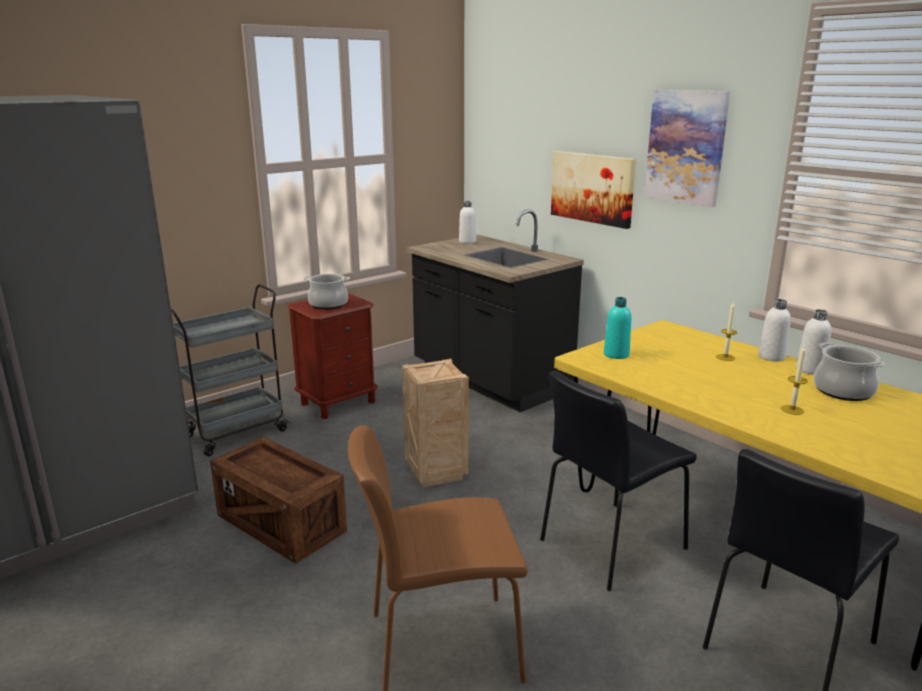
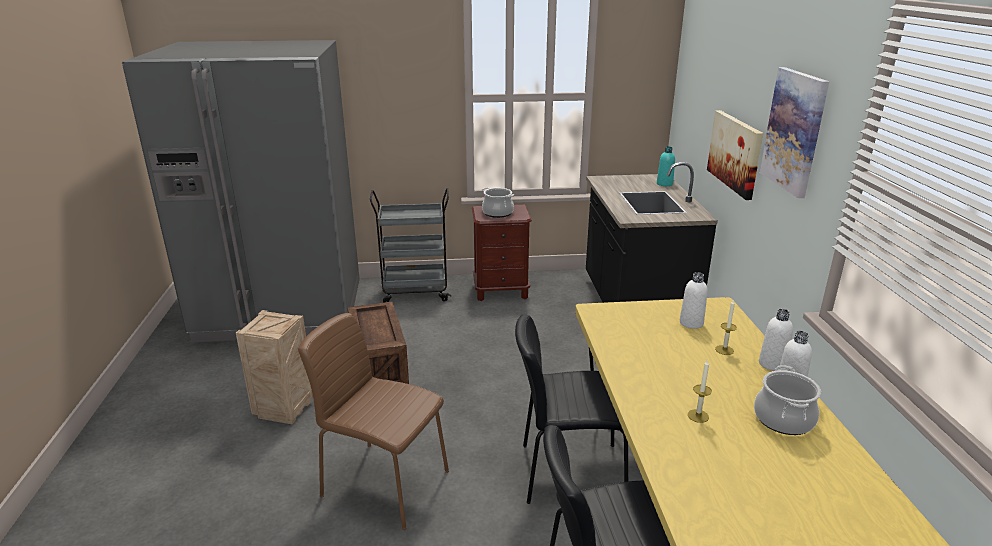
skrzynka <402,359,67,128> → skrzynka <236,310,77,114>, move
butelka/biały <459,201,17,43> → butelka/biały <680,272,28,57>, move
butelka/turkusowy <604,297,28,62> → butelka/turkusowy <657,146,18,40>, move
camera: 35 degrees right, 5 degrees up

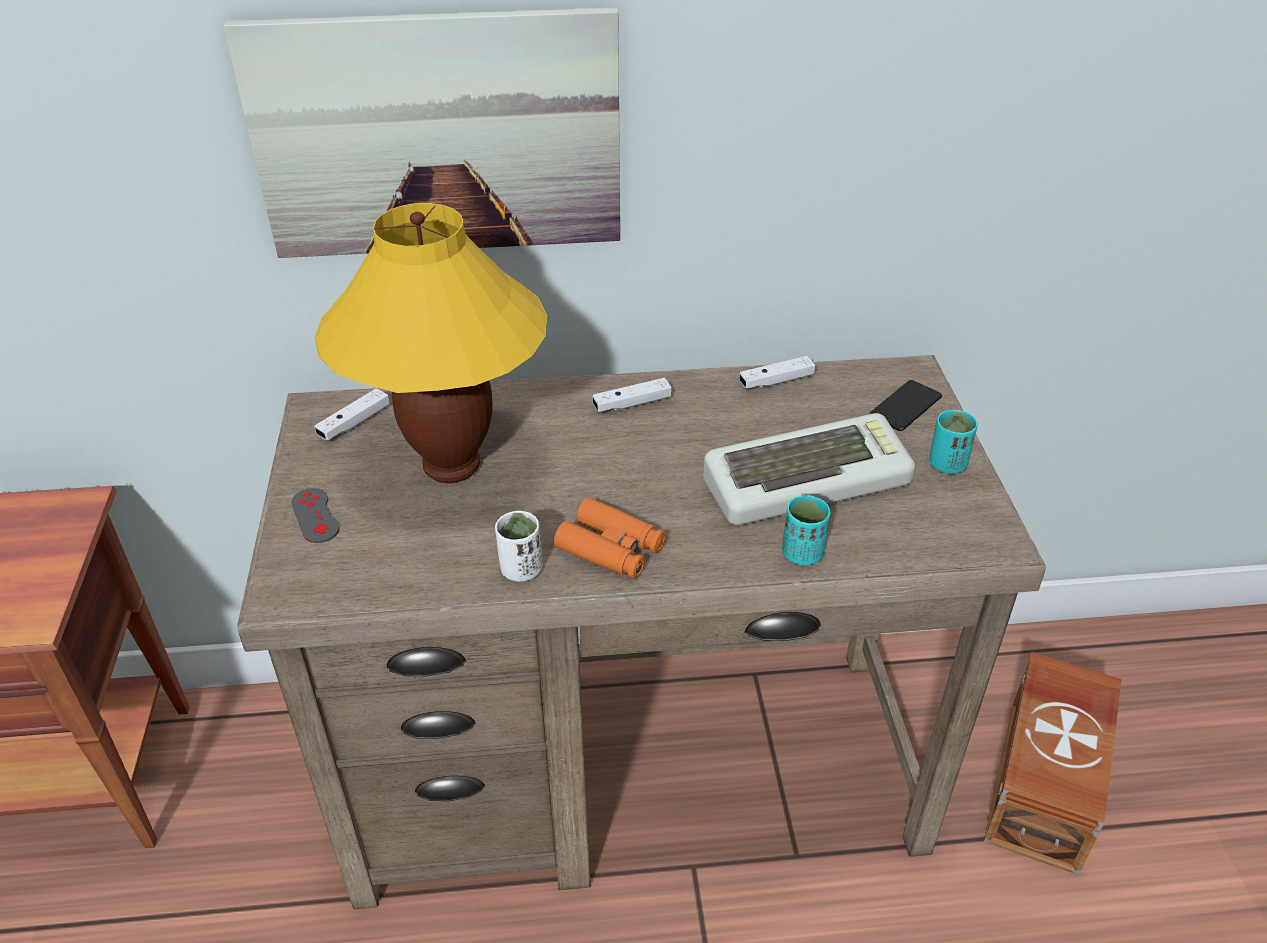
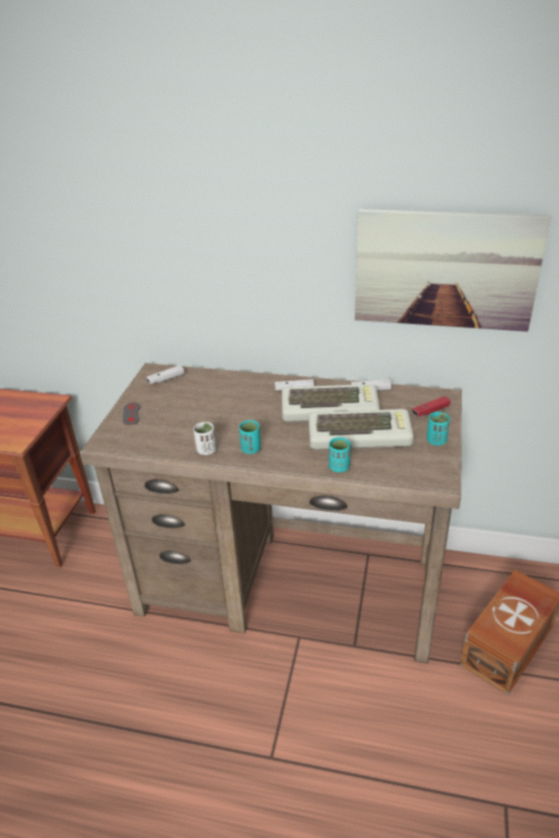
lampa stołowa/żółty <315,203,232,280> → -
- → klawiatura <282,384,98,38>
obraz <223,7,397,251> → obraz <355,209,196,123>, move
lornetka/pomarańczowy <554,498,112,81> → filiżanka/turkusowy <239,420,22,34>
telefon <869,380,73,51> → pad do gier/czerwony <412,396,39,21>
camera: 20 degrees right, 5 degrees down

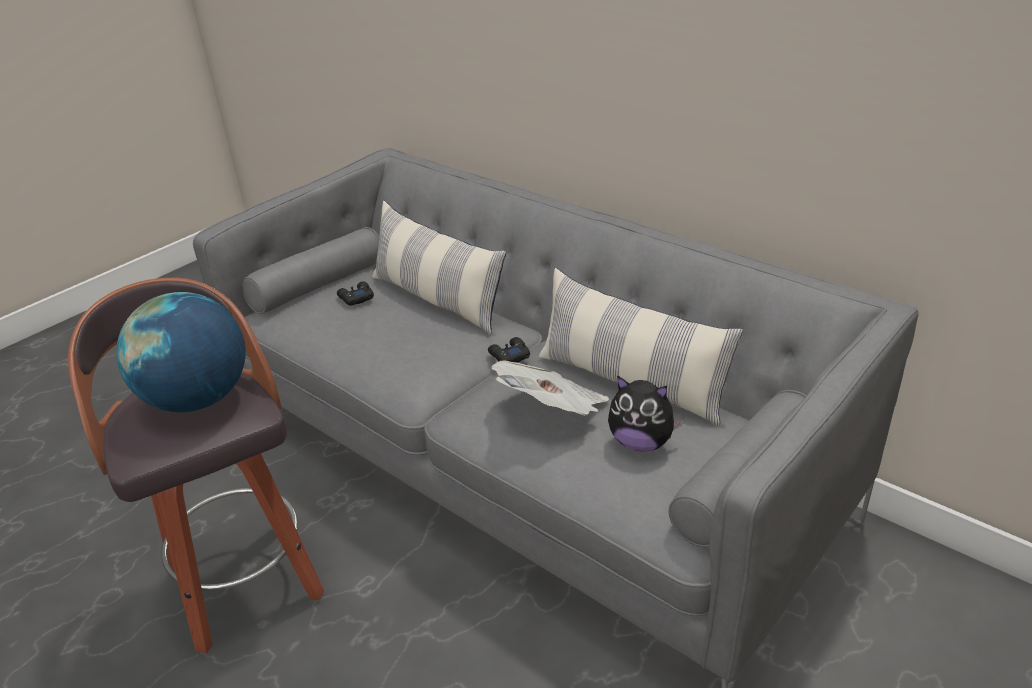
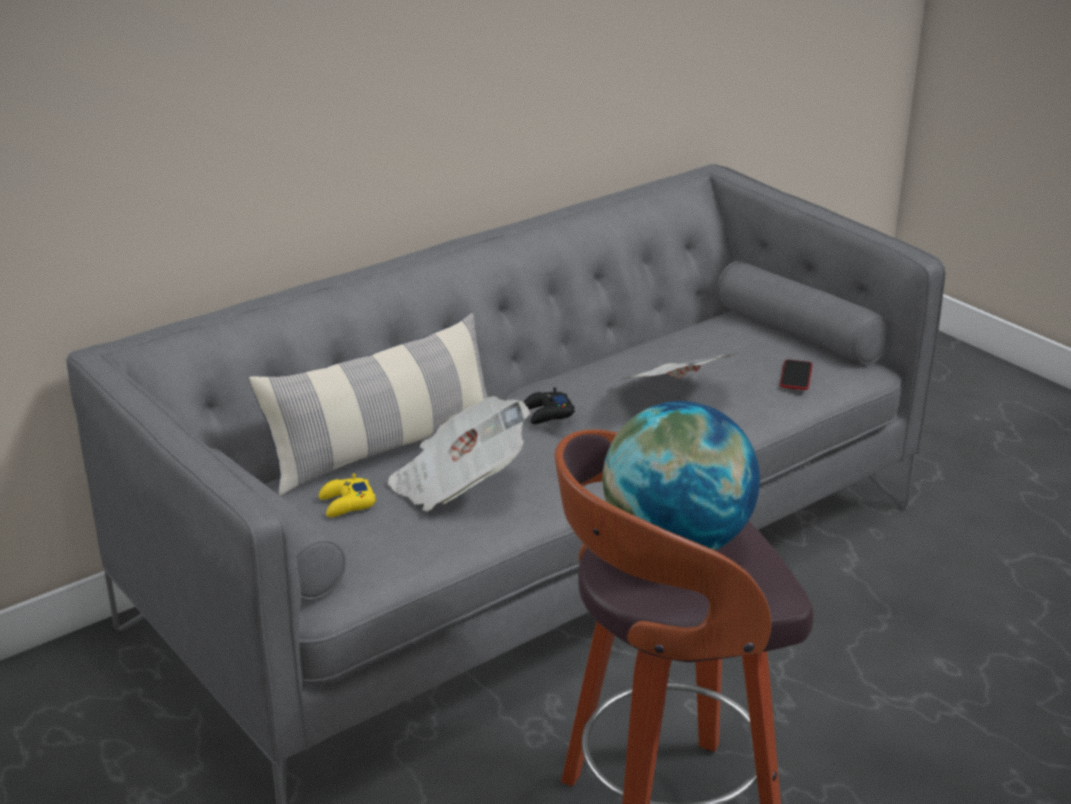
poduszka <539,268,204,158> → -
pluszak <608,375,76,77> → -
- → gazeta <388,396,142,115>
- → telefon <780,360,32,30>
pad do gier/czarny <337,281,37,25> → pad do gier/żółty <319,474,57,43>
camera: 80 degrees left, 5 degrees down

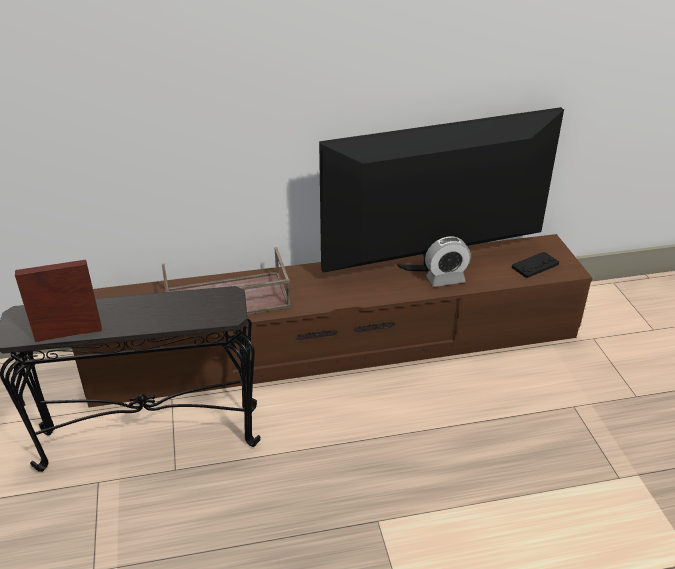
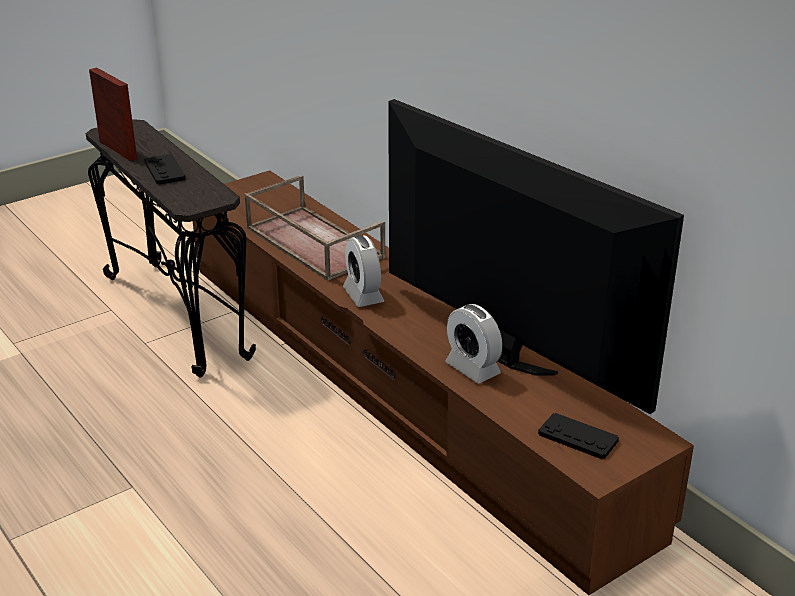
- → pad do gier/czarny <144,154,42,31>
- → budzik <343,235,41,72>
camera: 65 degrees right, 5 degrees down

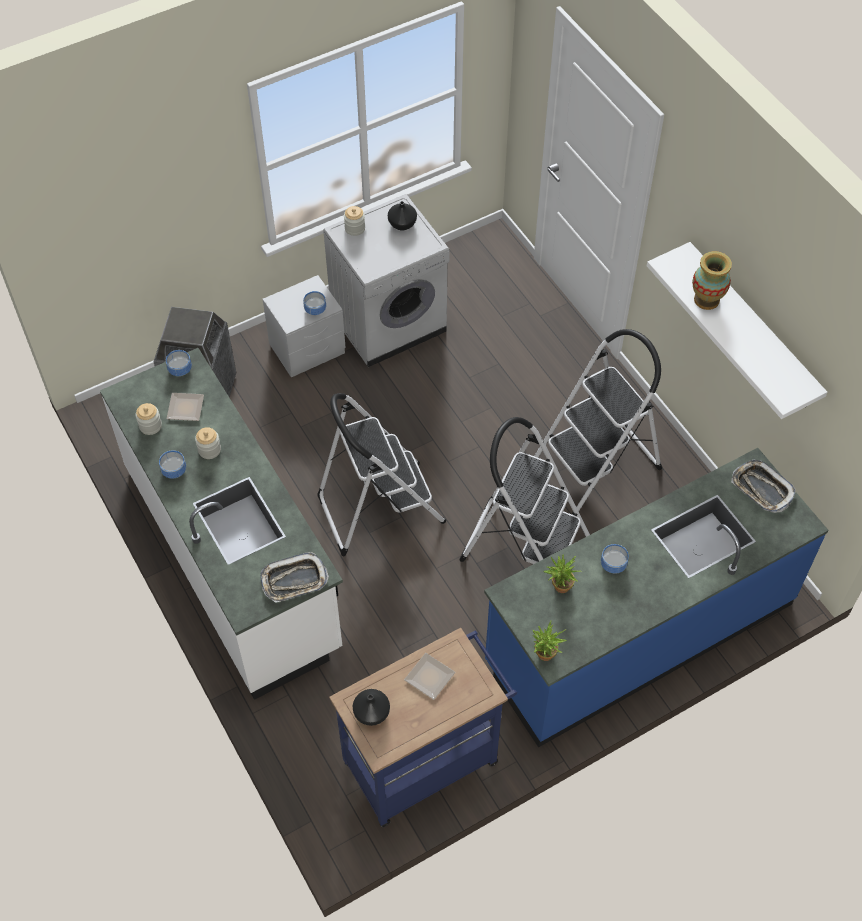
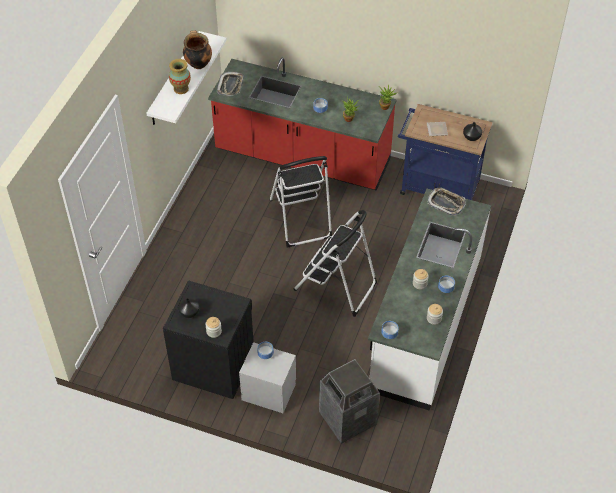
talerz <166,393,38,28> → -
drabinka <535,329,127,186> → -
- → garnek <183,31,29,38>
pralka/biały <323,194,127,173> → pralka/czarny <163,280,91,119>
zabudowa kuchenna/niebieski <484,448,345,300> → zabudowa kuchenna/czerwony <208,58,189,133>
camera: 130 degrees left, 5 degrees down

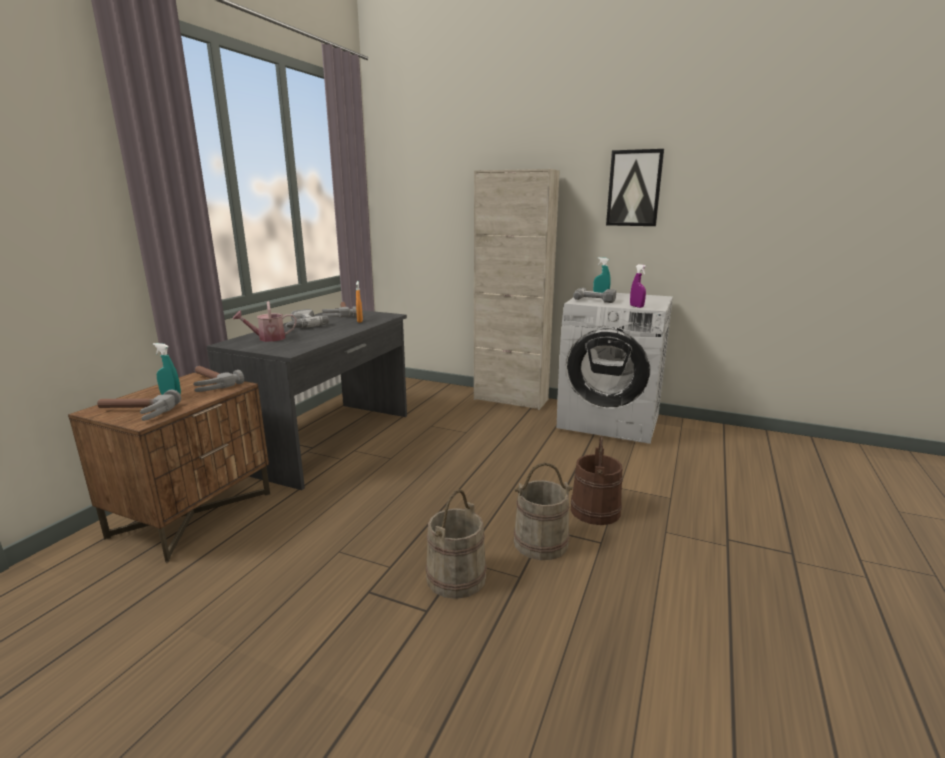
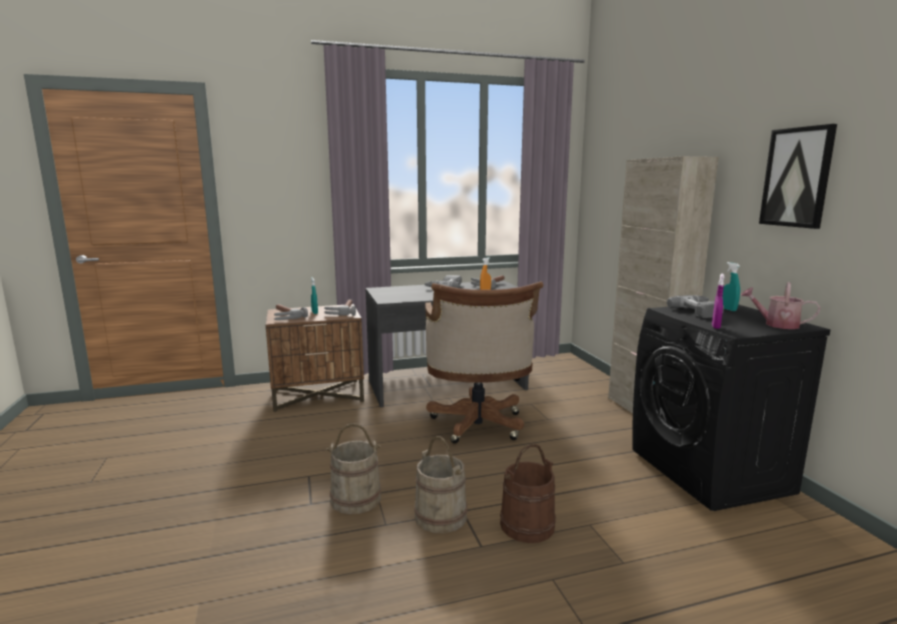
- → krzesło biurowe <425,281,118,163>
konewka <233,301,63,41> → konewka <740,282,81,47>, move
pralka/biały <557,291,116,153> → pralka/czarny <633,304,198,207>
camera: 50 degrees right, 5 degrees down

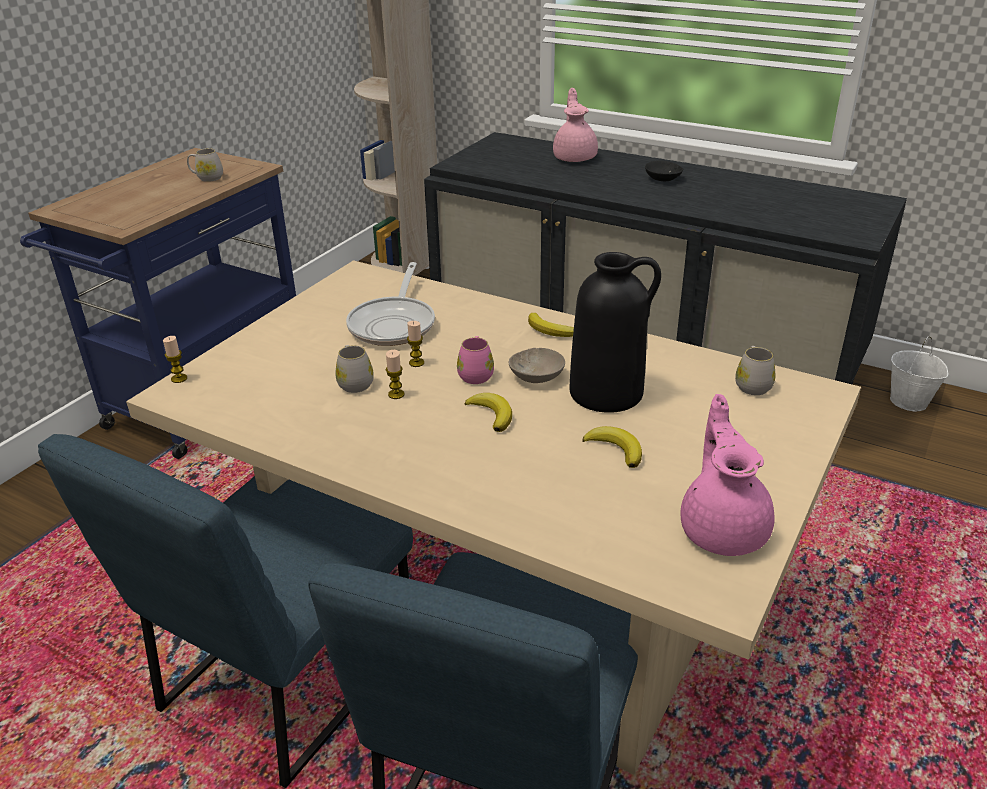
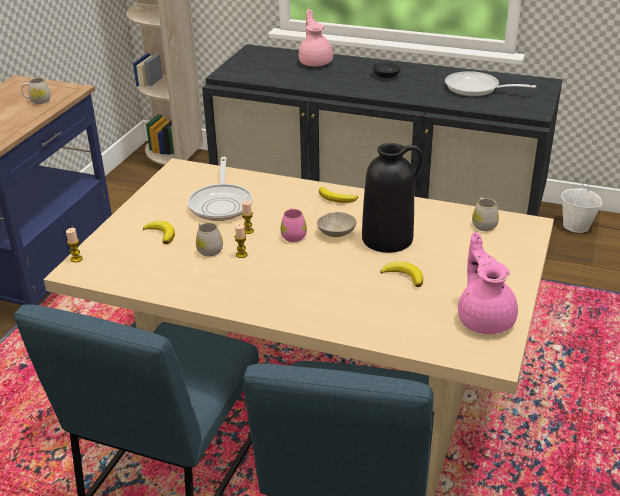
- → patelnia <445,71,91,25>
banan <465,393,47,39> → banan <143,221,32,23>, move
camera: 10 degrees left, 0 degrees up

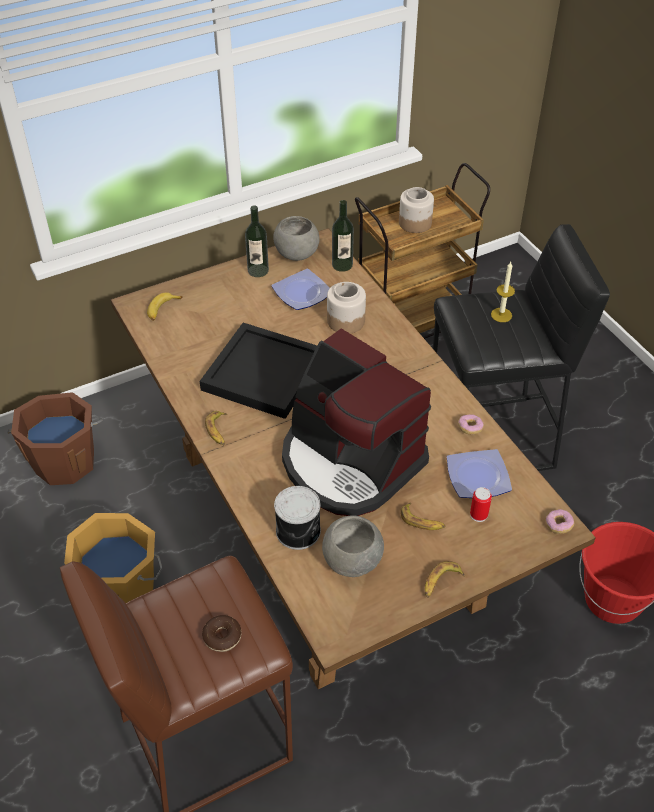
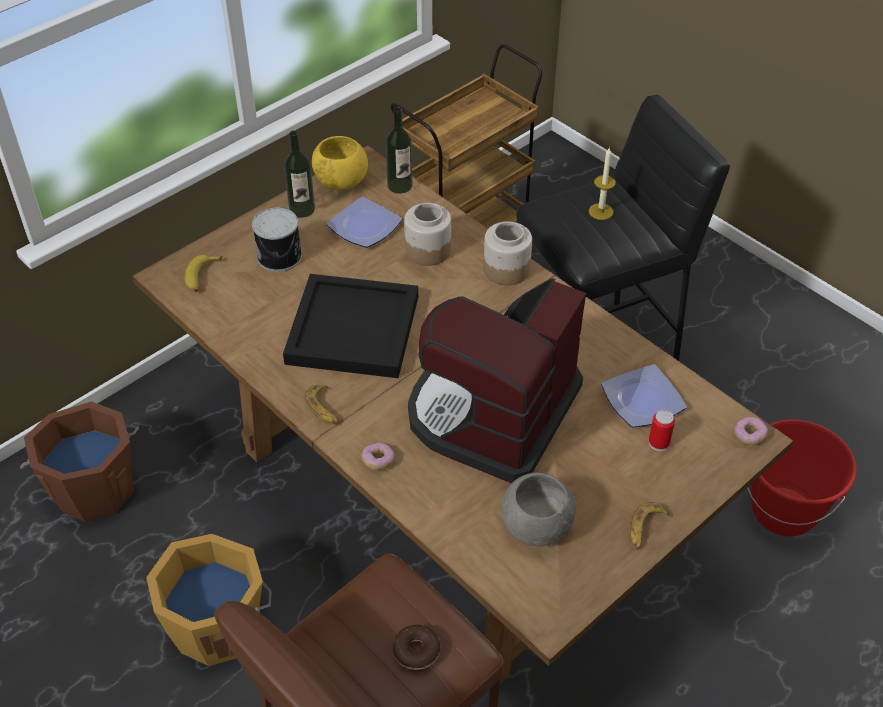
banan <400,503,45,27> → -
puszka <274,486,47,64> → puszka <252,207,50,65>, move
słoik <399,187,35,46> → słoik <484,222,48,63>, move
donut <458,415,26,20> → donut <362,443,33,27>, move
miska/szary <274,216,45,45> → miska/żółty <312,136,56,54>
ekspres do kawy <282,328,149,188> → ekspres do kawy <408,278,178,205>, 90 degrees clockwise
camera: 15 degrees left, 0 degrees up

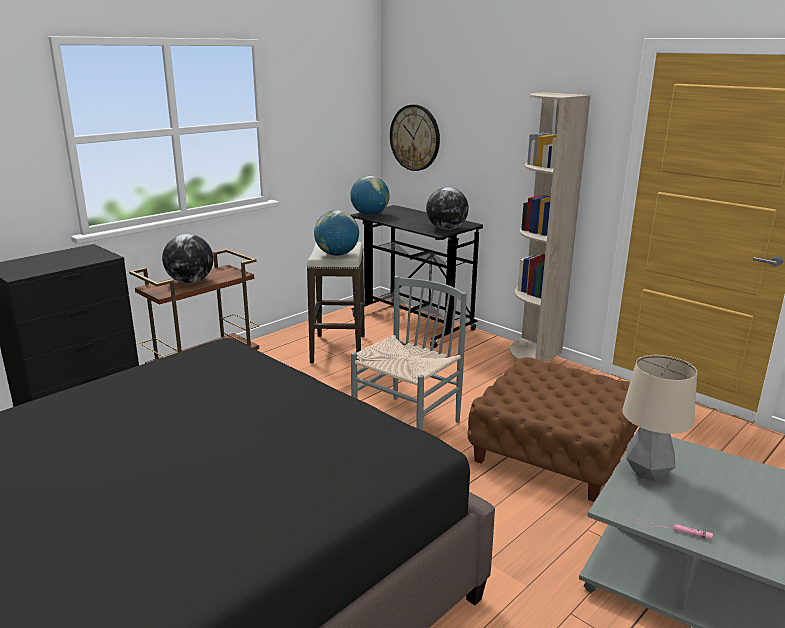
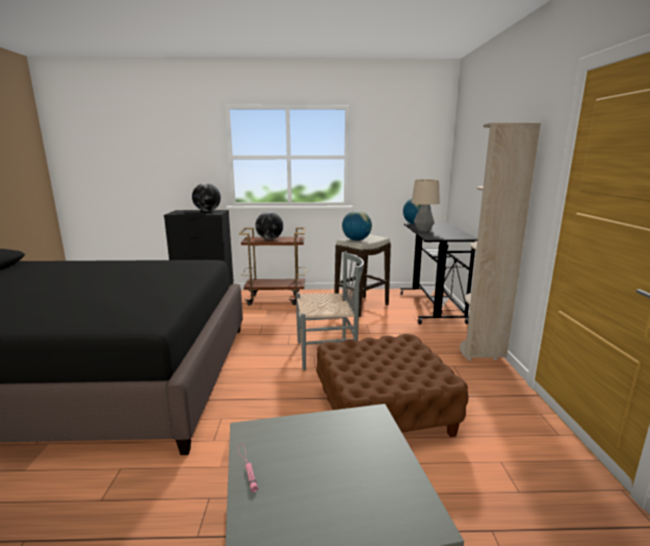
zegar ścienny <390,105,50,66> → -
globus <426,187,43,43> → globus <192,183,29,28>, move
lampa stołowa <622,355,75,126> → lampa stołowa <411,179,29,52>, move
camera: 45 degrees right, 5 degrees down

